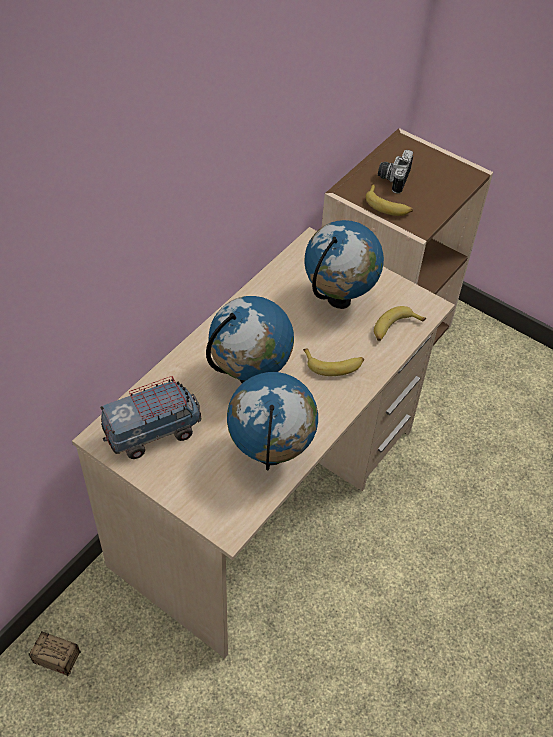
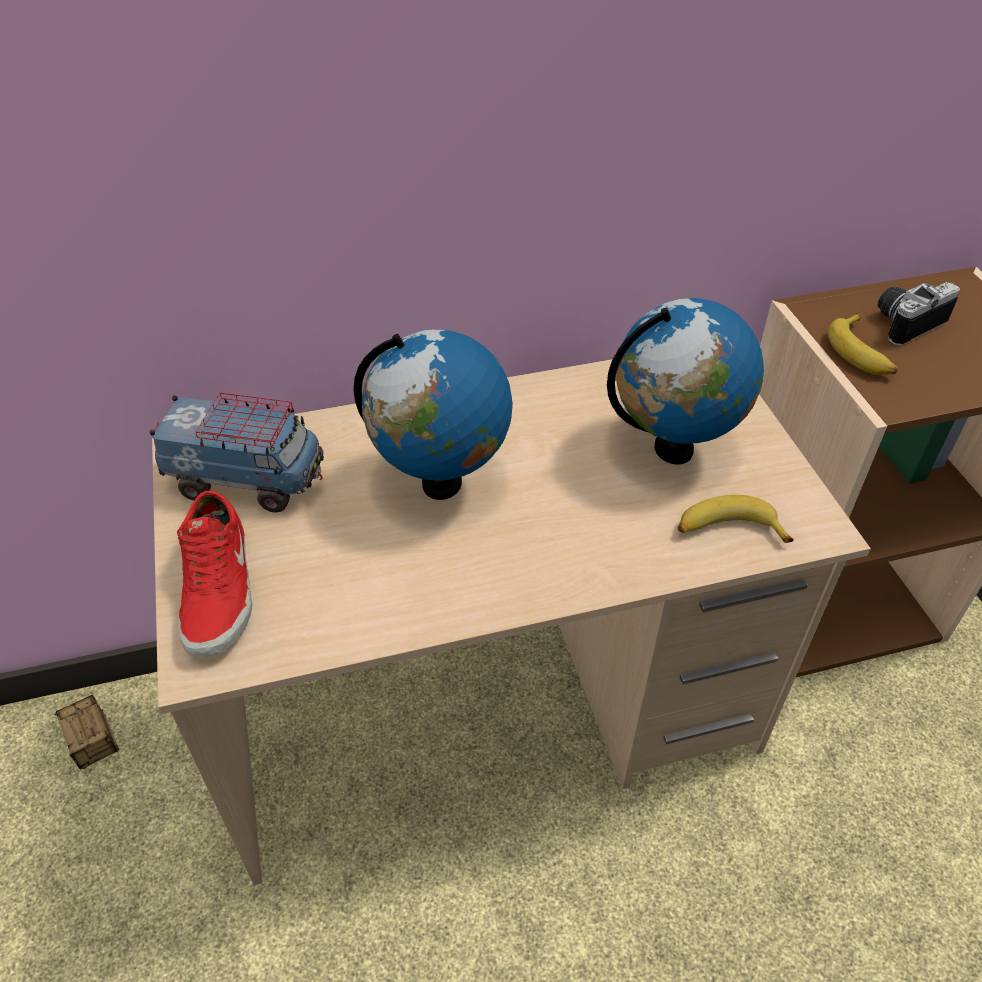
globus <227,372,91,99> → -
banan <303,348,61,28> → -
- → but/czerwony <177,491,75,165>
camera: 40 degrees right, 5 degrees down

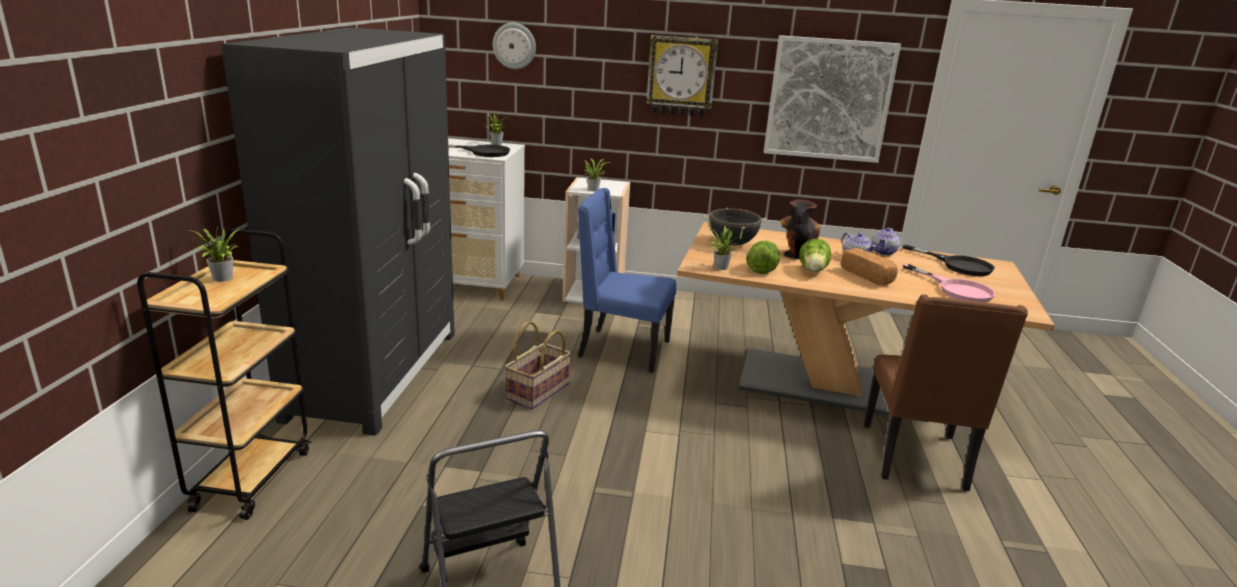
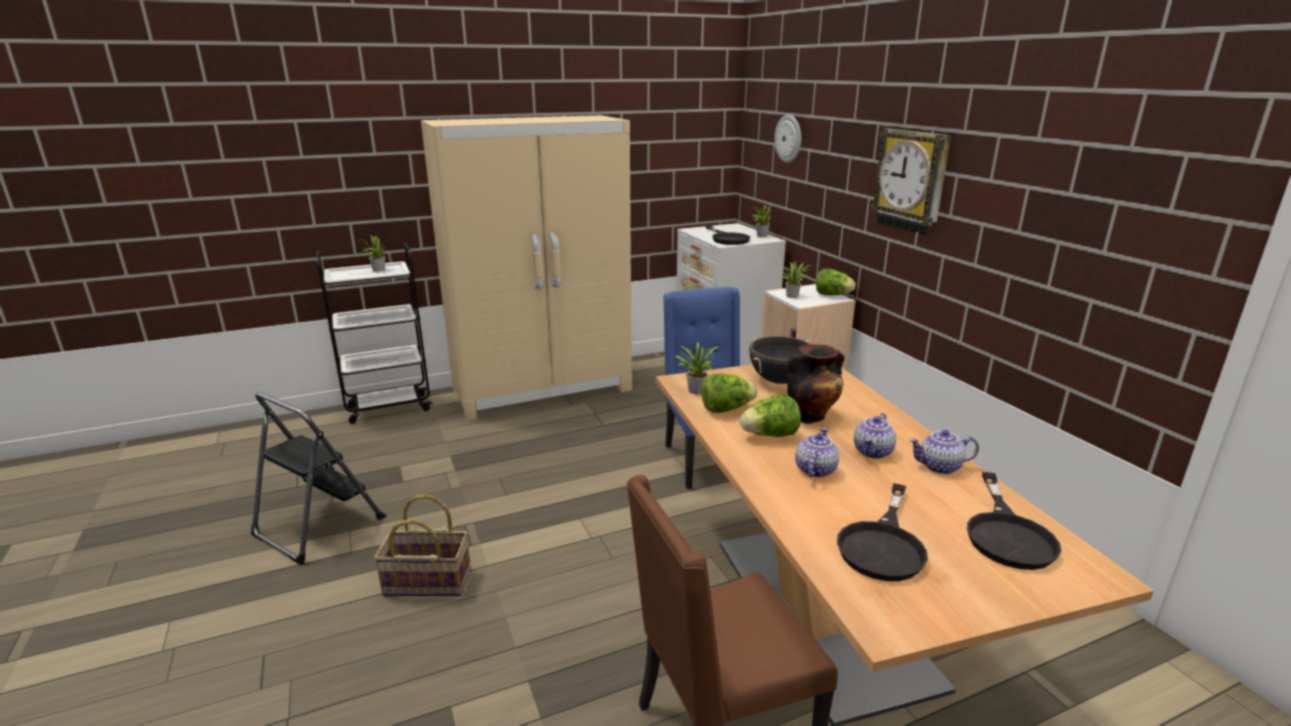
obraz <764,35,137,128> → -
- → sałata <816,268,39,28>
koszyk <504,321,67,88> → koszyk <374,494,97,102>, move
chleb <841,248,57,37> → imbryk <795,428,44,50>
wózek/brązowy <137,229,175,291> → wózek/biały <316,243,118,181>
szafka/czarny <221,28,234,408> → szafka/beżowy <421,115,211,305>
patelnia/różowy <903,264,93,38> → patelnia/czarny <837,483,91,98>
camera: 60 degrees right, 0 degrees up

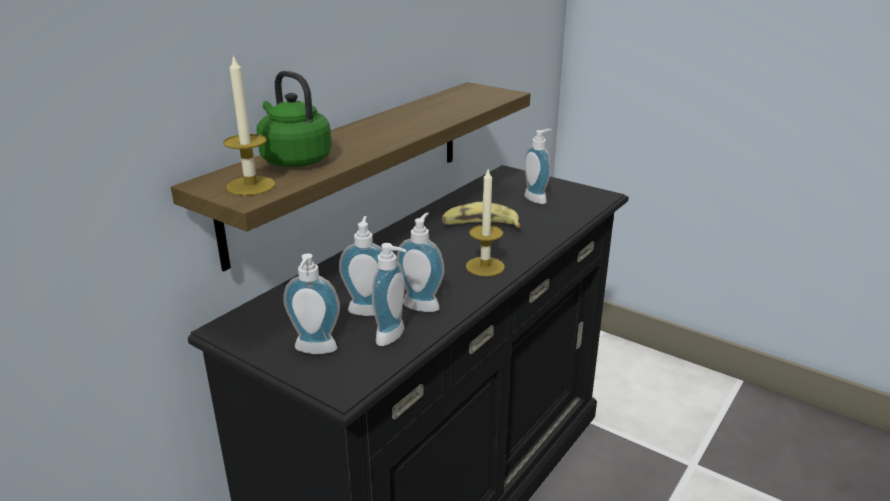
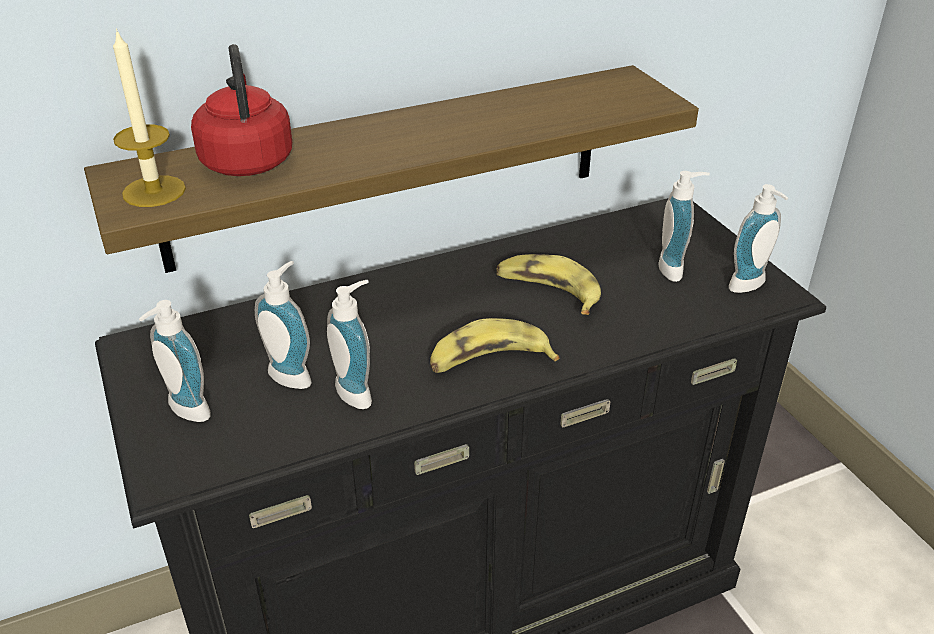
dozownik mydła <372,243,35,103> → dozownik mydła <729,184,59,109>, move
świeca <466,169,39,107> → banan <430,318,129,55>
czajnik/zielony <256,71,76,96> → czajnik/czerwony <191,44,101,132>
camera: 30 degrees right, 10 degrees up

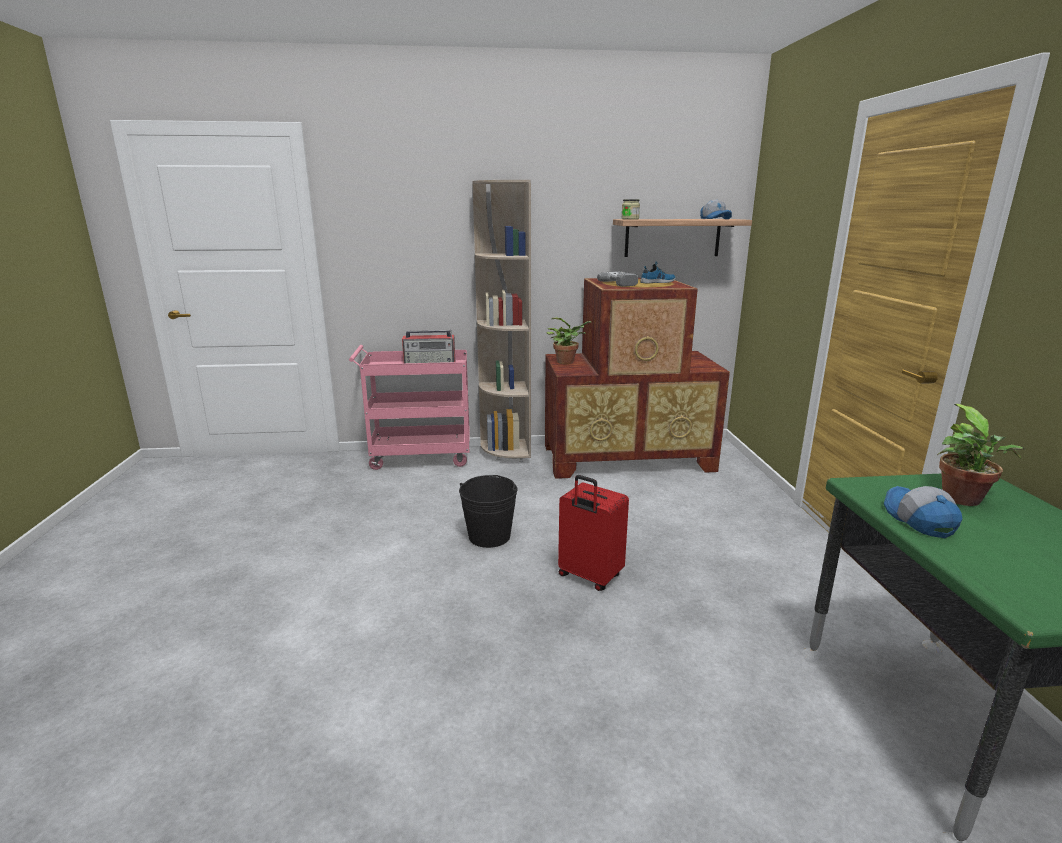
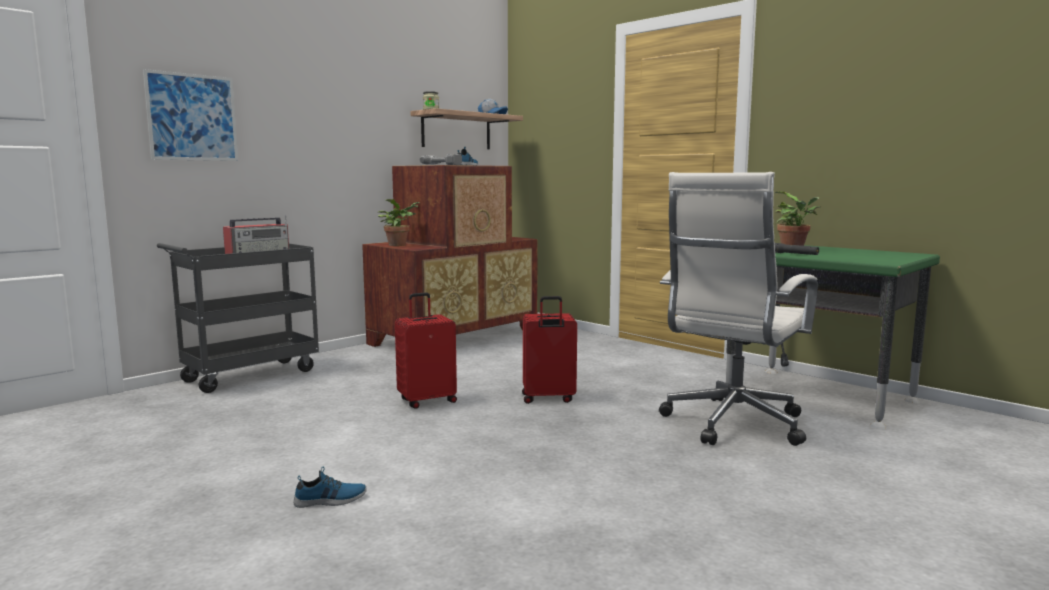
regał/beżowy <473,180,58,282> → -
- → obraz <143,69,95,92>
- → but <294,467,73,41>
- → krzesło biurowe/biały <659,172,159,274>
wiadro/czarny <459,475,58,73> → walizka/czerwony <395,293,62,116>
czapka z daszkiem <884,486,79,52> → latarka/czarny <775,243,44,12>
wózek/różowy <349,345,121,125> → wózek/szary <157,243,162,150>
camera: 40 degrees left, 10 degrees down

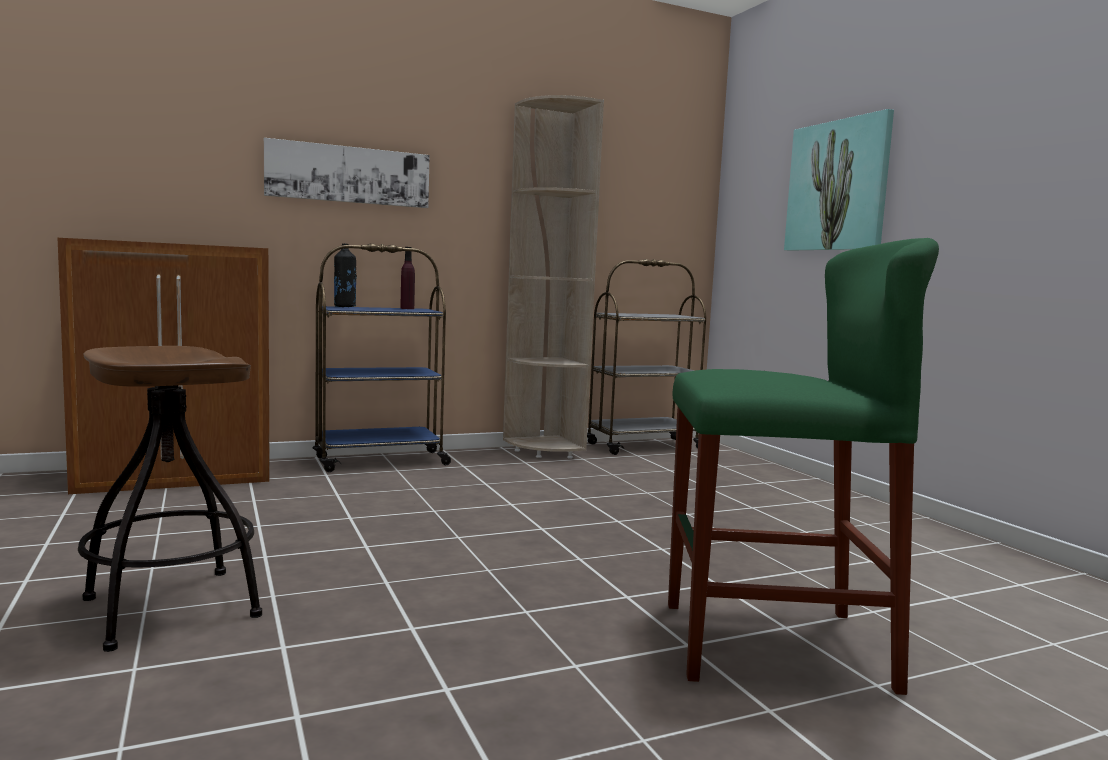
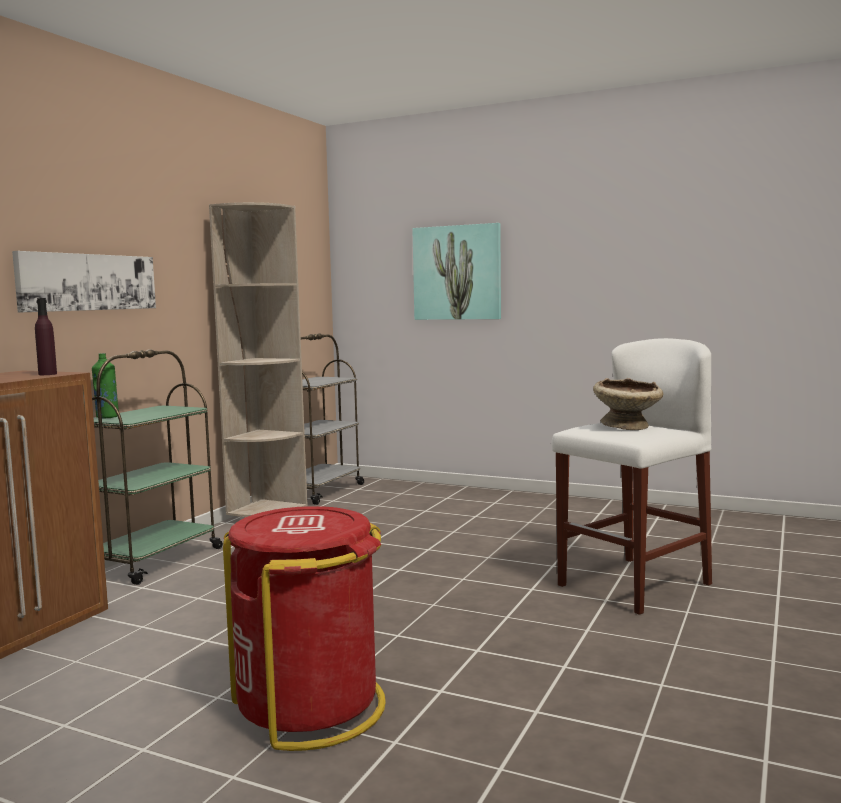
- → miska/beżowy <593,378,70,52>
butelka/fioletowy <400,247,15,62> → butelka/fioletowy <35,298,22,77>, move
stołek/brązowy <78,346,184,306> → kosz na śmieci/czerwony <223,506,163,245>
wózek/niebieski <313,244,138,228> → wózek/zielony <92,349,131,236>
butelka/czarny <334,243,23,64> → butelka/zielony <92,353,27,65>
stołek/zielony <668,238,271,457> → stołek/biały <552,338,160,277>
camera: 40 degrees left, 0 degrees up

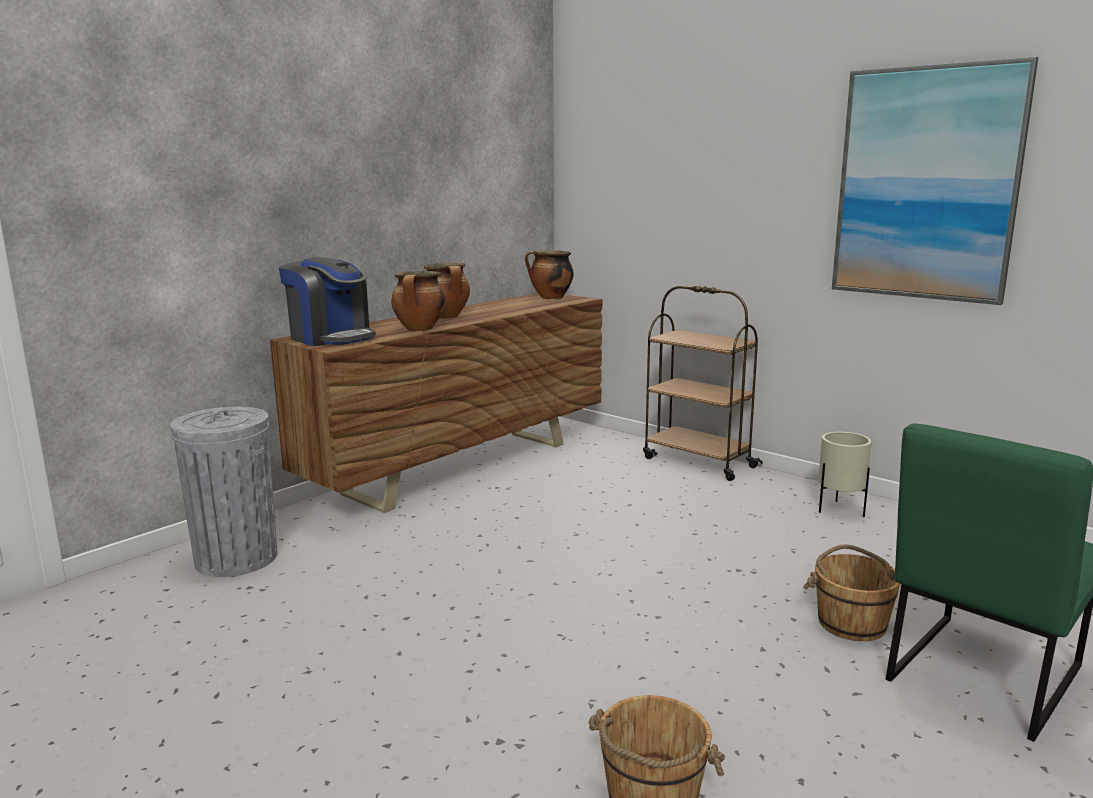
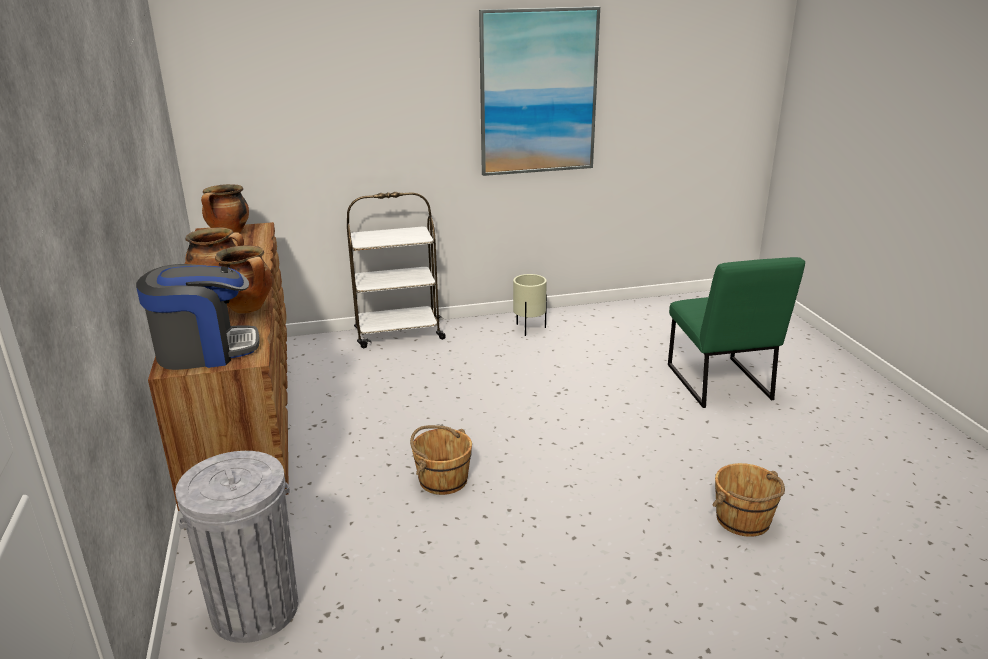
wiadro/brązowy <803,544,98,97> → wiadro/brązowy <410,425,62,70>, move
wózek/brązowy <643,285,120,196> → wózek/biały <347,192,99,156>
camera: 55 degrees left, 10 degrees up

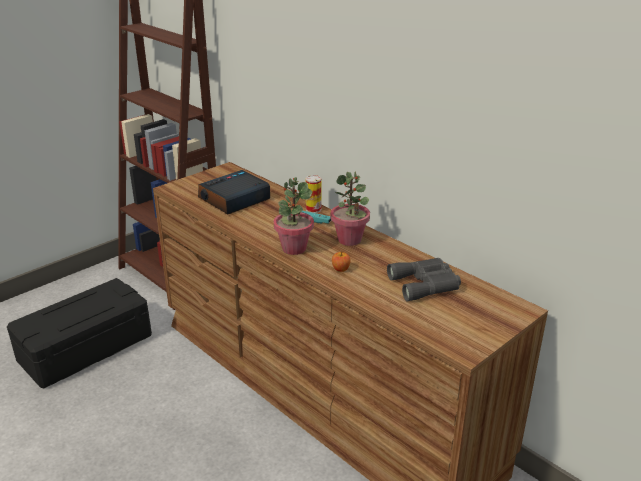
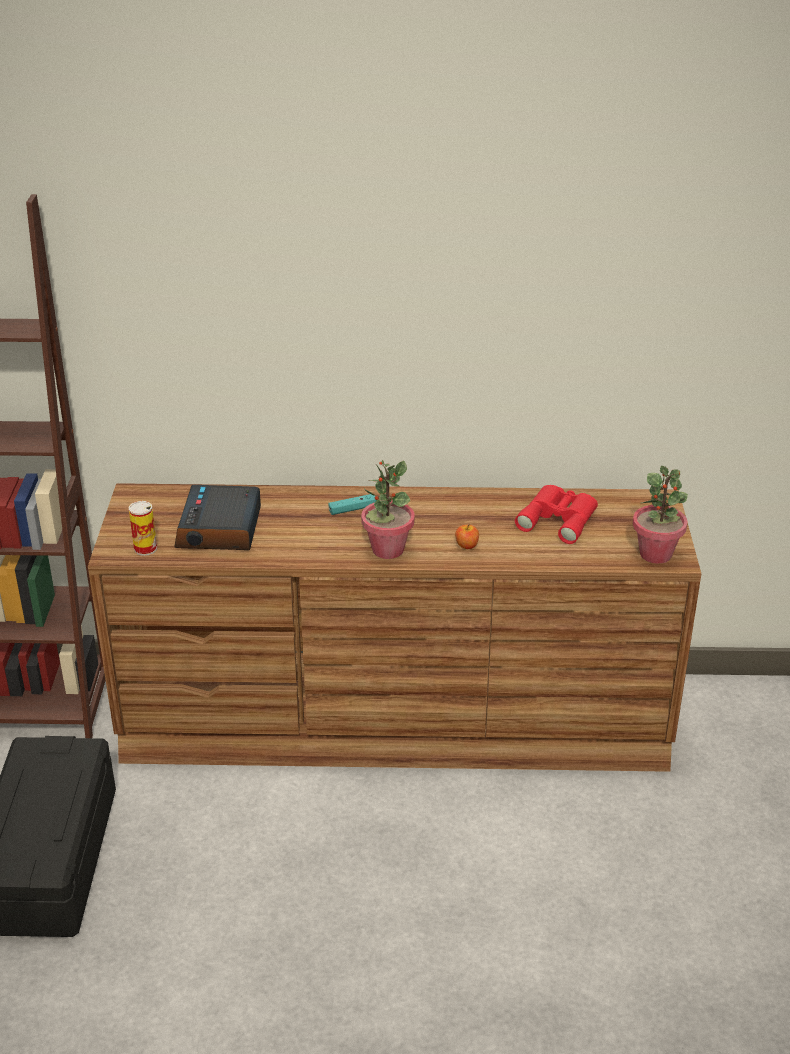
puszka <305,175,16,38> → puszka <129,501,28,55>, move
roślina doniczkowa <331,172,39,74> → roślina doniczkowa <633,466,55,98>, move
lornetka/szary <387,258,74,43> → lornetka/czerwony <515,485,83,59>
camera: 45 degrees left, 5 degrees up

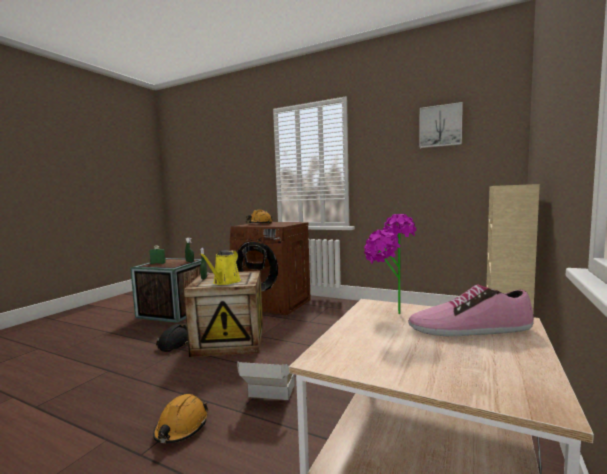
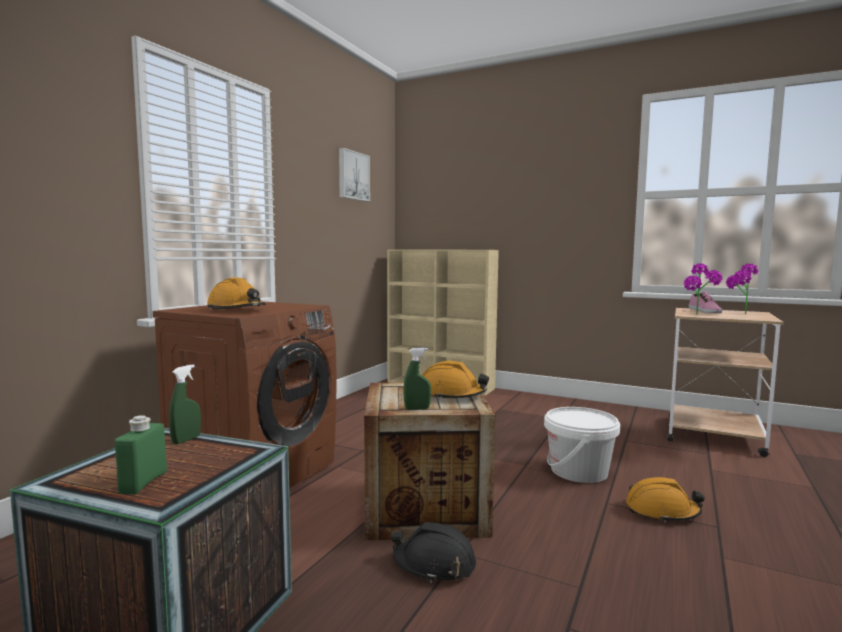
- → roślina doniczkowa <726,264,32,50>
konewka/żółty <200,250,41,35> → kask/pomarańczowy <422,361,67,39>
karton <237,361,58,39> → wiadro/biały <544,407,76,76>
camera: 90 degrees left, 0 degrees up

